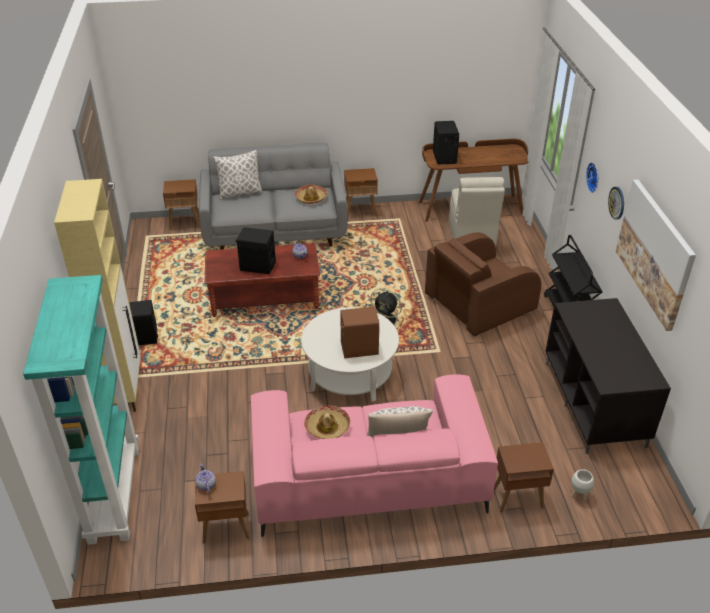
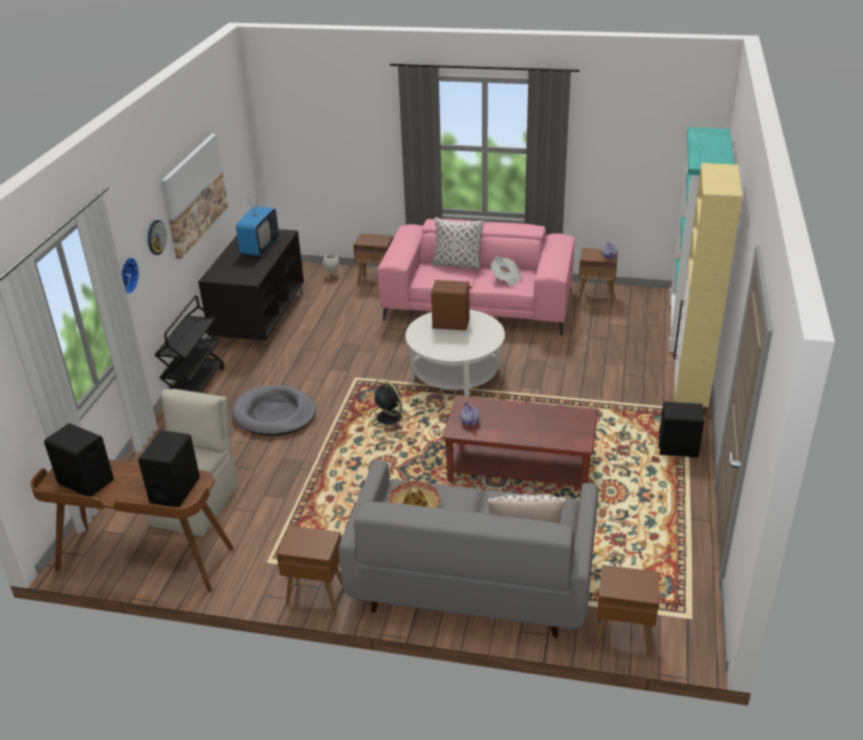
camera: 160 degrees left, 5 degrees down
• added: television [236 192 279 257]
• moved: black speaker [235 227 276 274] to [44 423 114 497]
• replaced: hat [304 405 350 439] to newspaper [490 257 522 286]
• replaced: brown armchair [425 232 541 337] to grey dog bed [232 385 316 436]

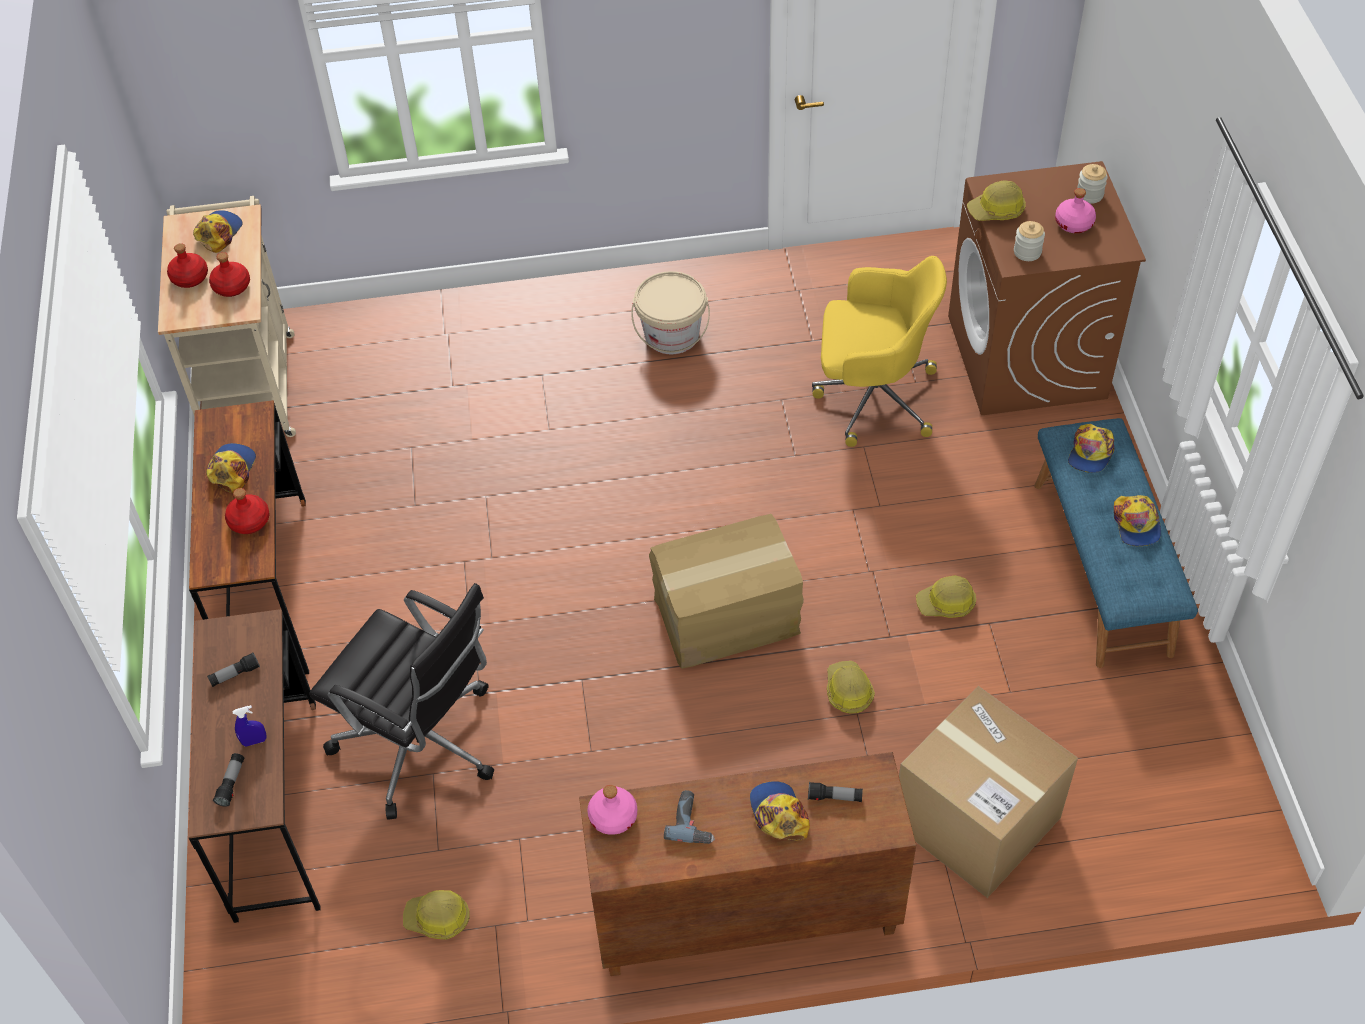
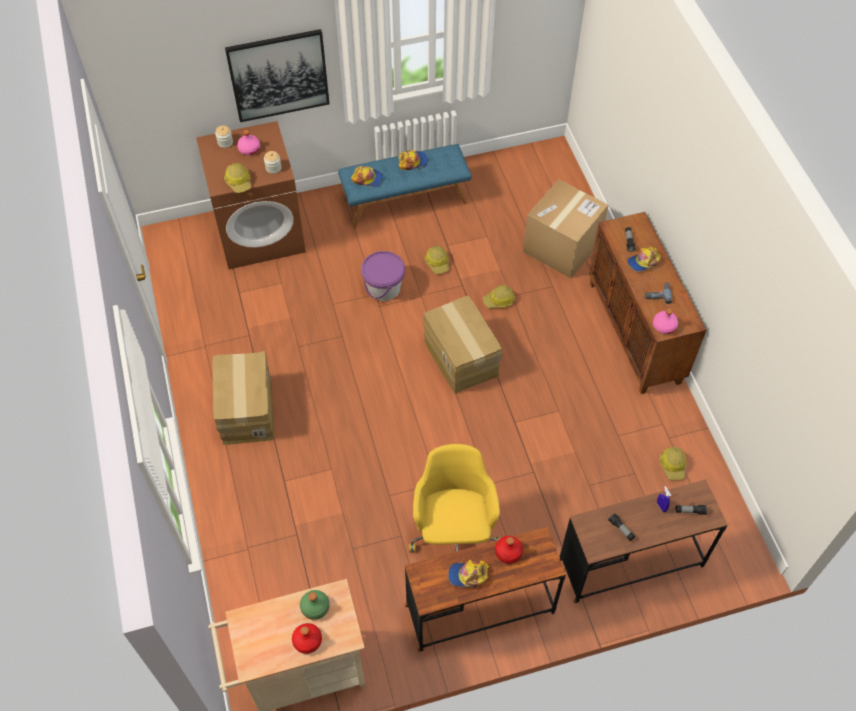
camera: 100 degrees left, 5 degrees up
• removed: cap [193 210 243 253]
• removed: black office chair [309 583 494 820]
• added: picture [225 29 330 122]
• added: purple bucket [361 251 405 301]
• moved: yellow office chair [812 256 947 447] to [409 444 500 552]
• replaced: beige bucket [631 271 710 355] to cardboard box [212 351 274 445]
• recoloured: red bottle [209 252 250 297] to green bottle [300 590 329 620]

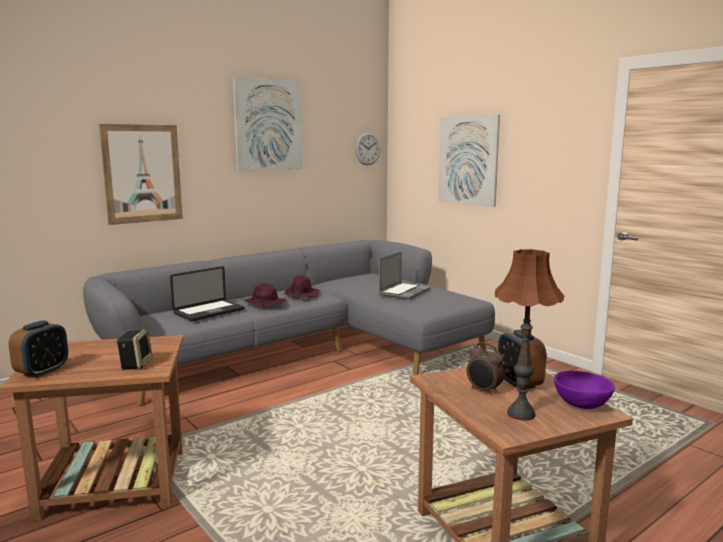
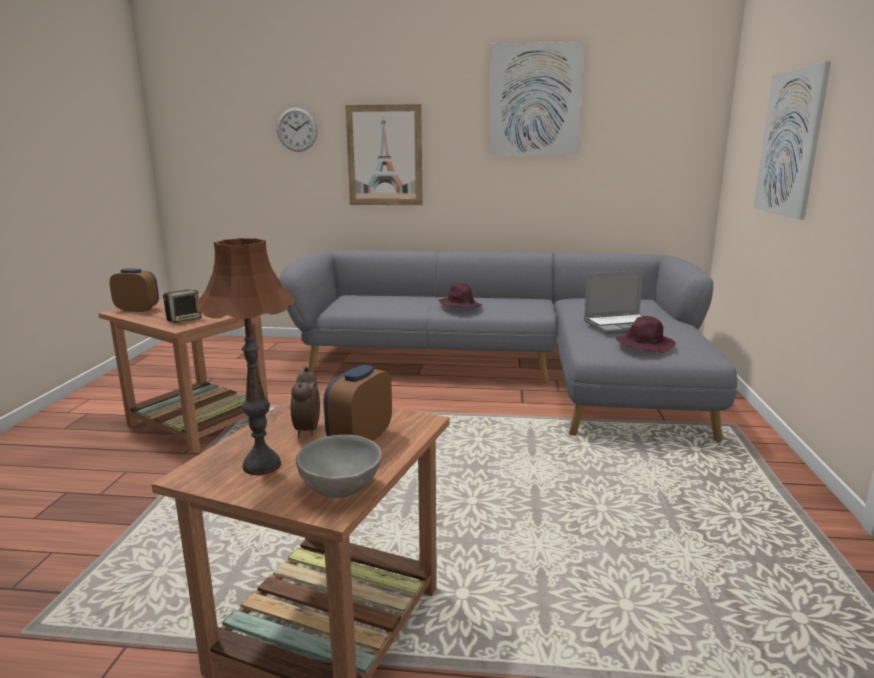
camera: 45 degrees right, 5 degrees up
• removed: laptop [170 266 245 321]
• moved: purple hat [284 276 320 297] to [616 316 676 353]
• moved: wall clock [355 132 380 165] to [277 108 317 152]
• recoloured: purple bowl [554 371 615 409] to grey bowl [296 435 382 498]
• turned: alarm clock [9 320 68 378] = [109 269 159 312] 150 degrees counterclockwise

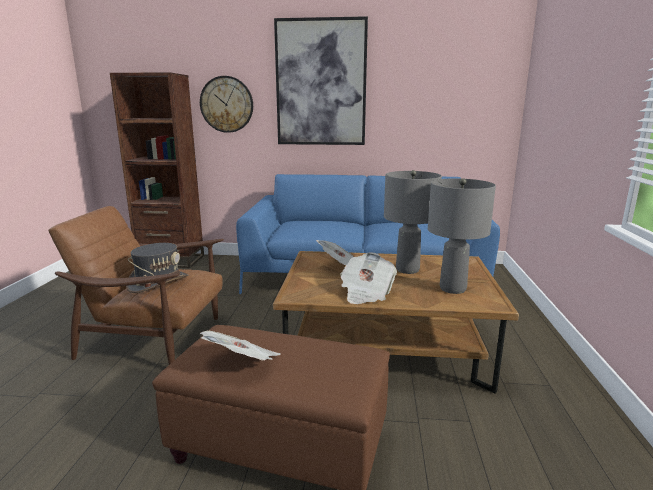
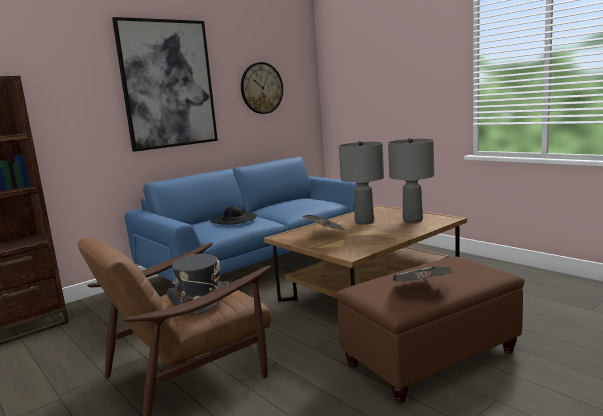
camera: 45 degrees left, 5 degrees down
• removed: newspaper [340 252 397 304]
• added: black hat [211 206 257 225]
• moved: wall clock [200 76 253 133] to [241 62 283 114]

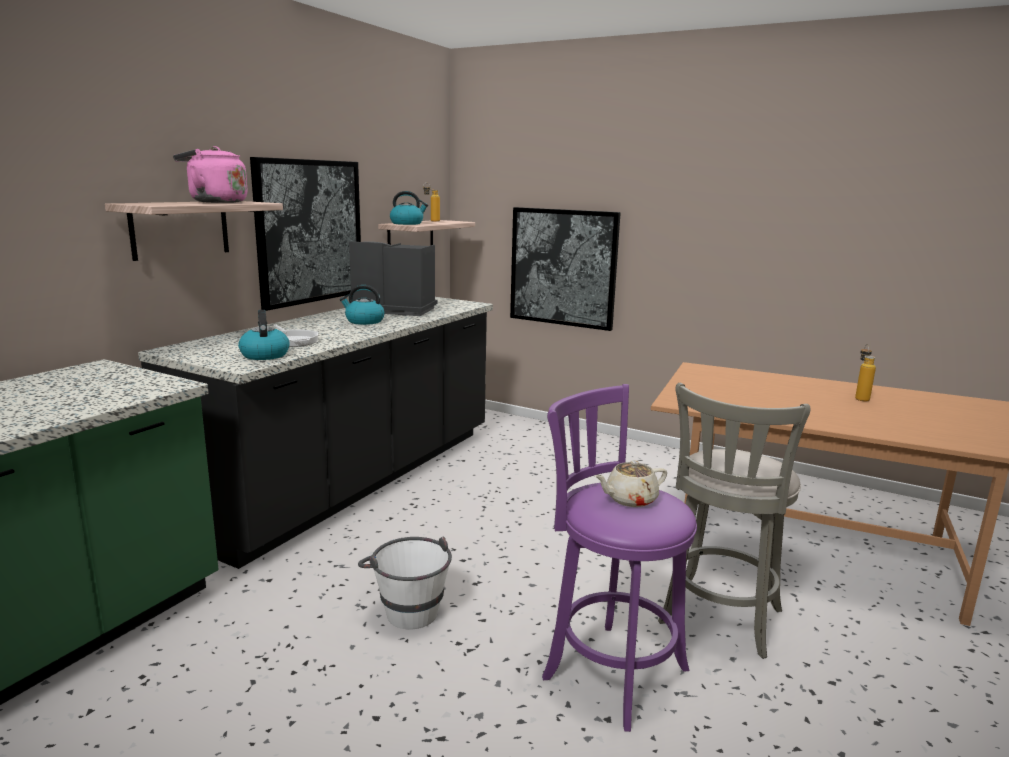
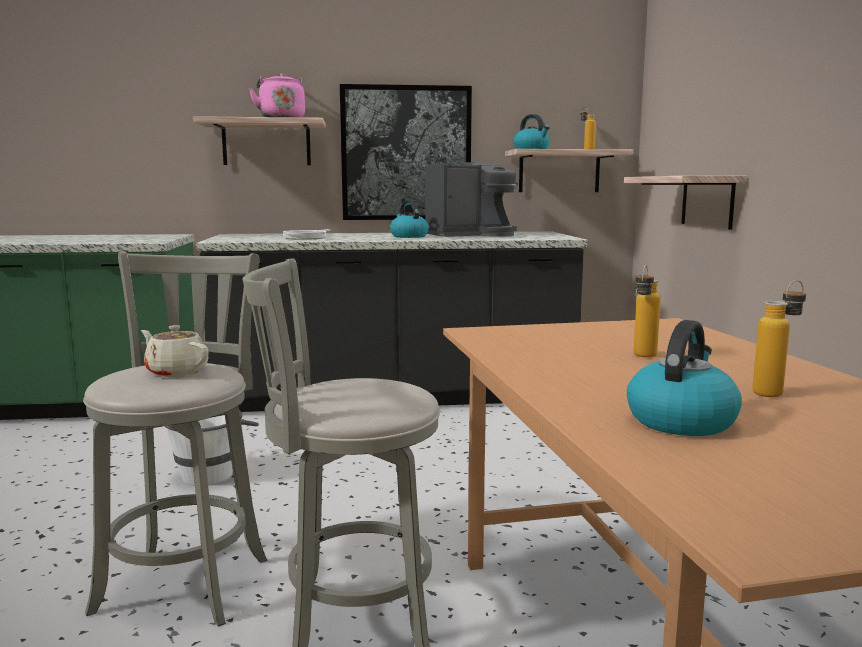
camera: 55 degrees right, 5 degrees down
• added: bottle [634 265 661 357]
• moved: kettle [238 310 290 360] to [627 320 742 436]
• replaced: picture [510 207 621 331] to shelf [624 176 747 230]
• recoloured: purple stool [542 384 697 732] to grey stool [83 252 267 626]
• turned: coffee machine [349 241 437 316] = [425 162 518 237] 90 degrees clockwise

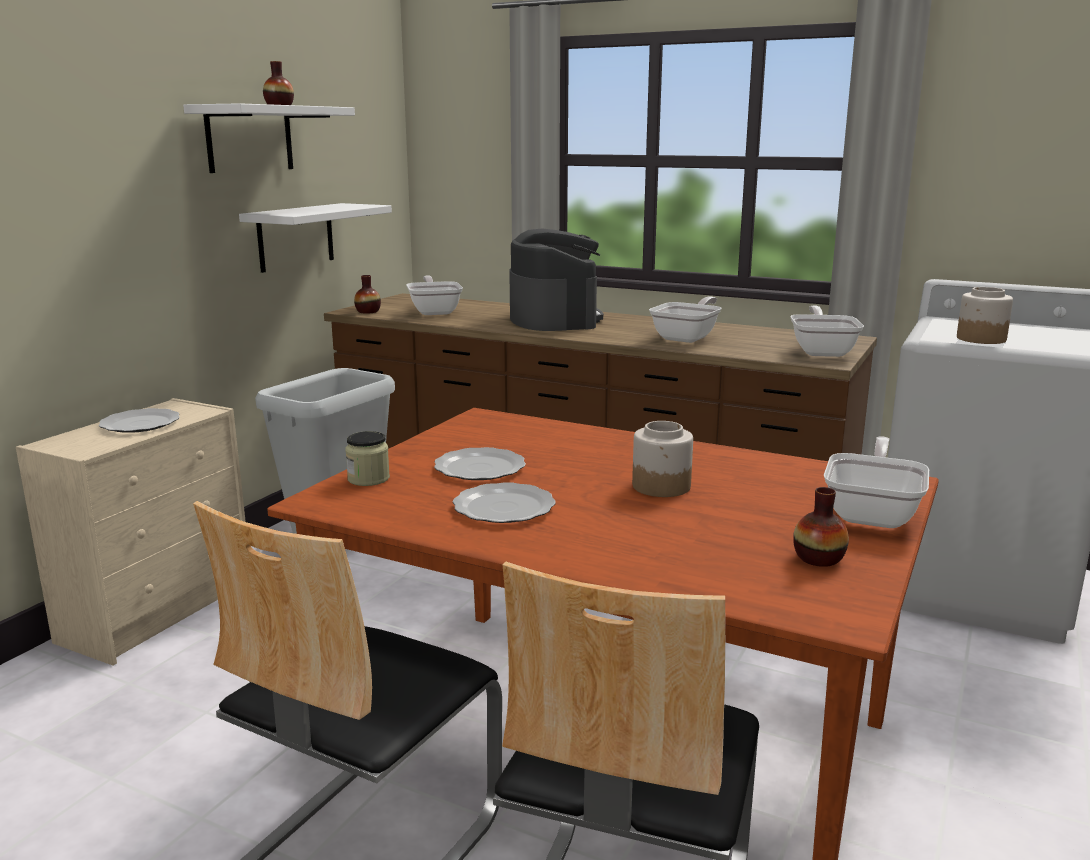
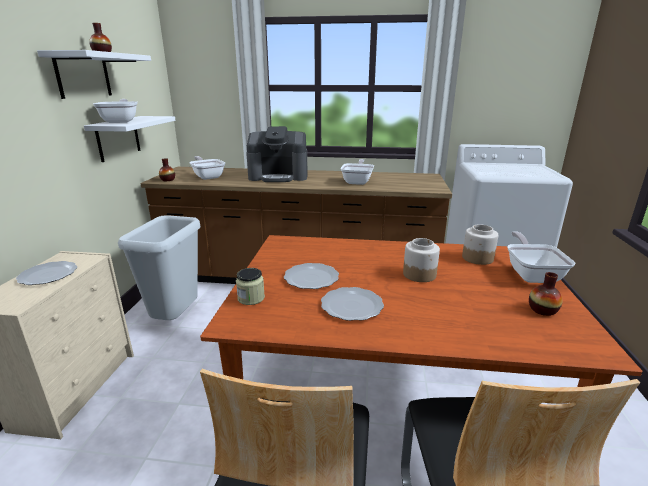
camera: 20 degrees left, 5 degrees up
• moved: frying pan [791 306 864 357] to [93 99 138 123]
• moved: jar [957 287 1013 344] to [462 224 498 265]
• turned: coffee machine [509 229 603 331] = [246 126 308 182] 120 degrees clockwise

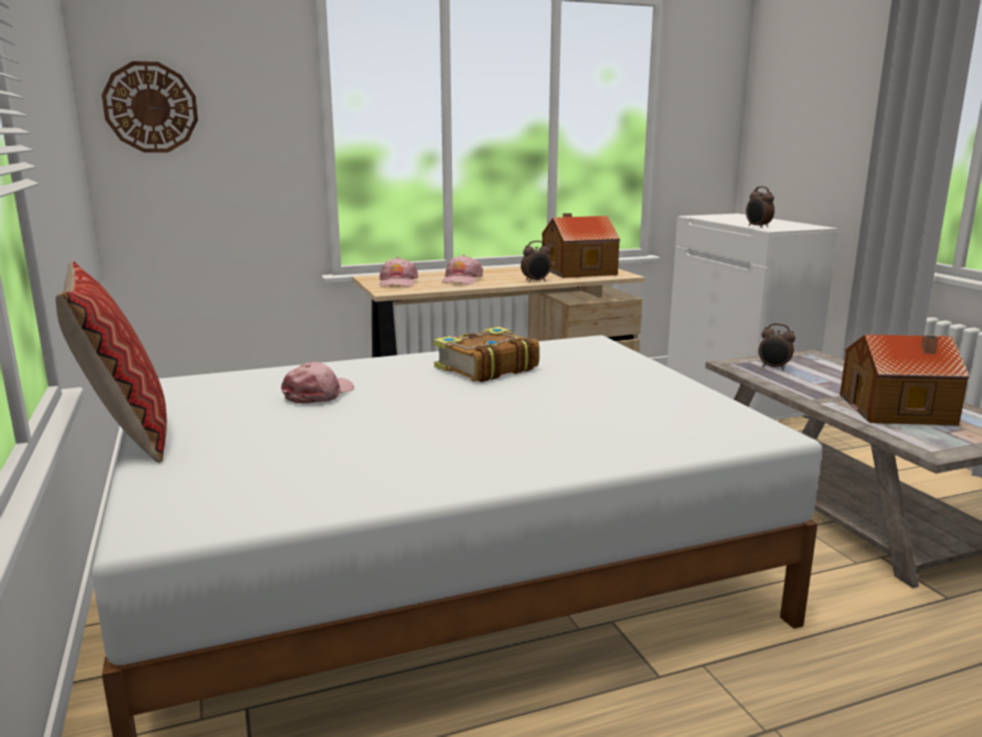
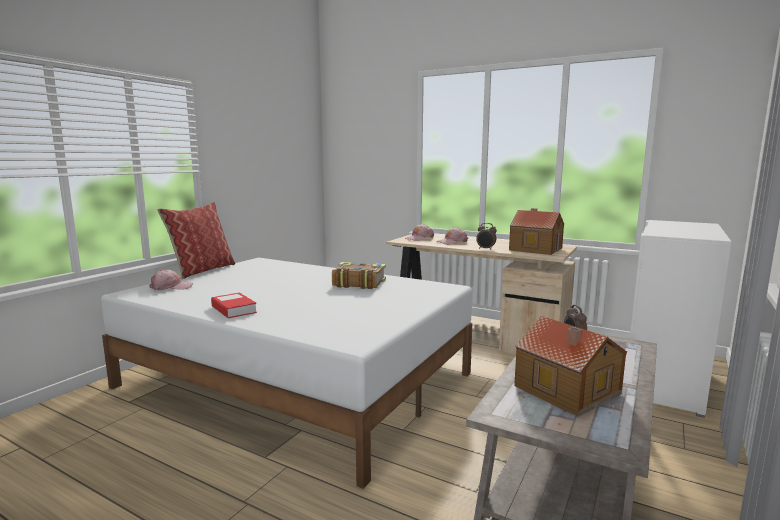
camera: 50 degrees right, 5 degrees down
• removed: wall clock [102 61 198 153]
• removed: alarm clock [746 186 775 228]
• added: book [211 292 257 318]
• moved: pink cap [281 362 354 404] to [149 270 194 290]

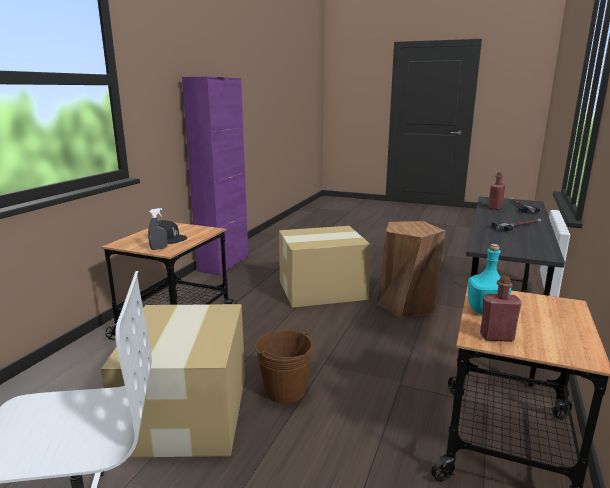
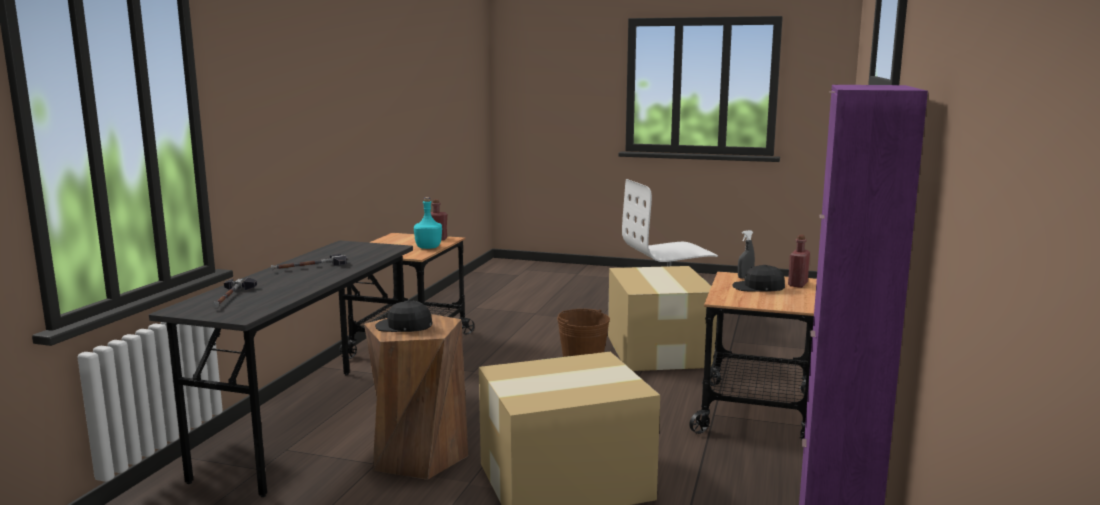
camera: 175 degrees right, 5 degrees down
• added: black cap [375 301 432 332]
• moved: red bottle [488 172 505 210] to [788 234 810 288]

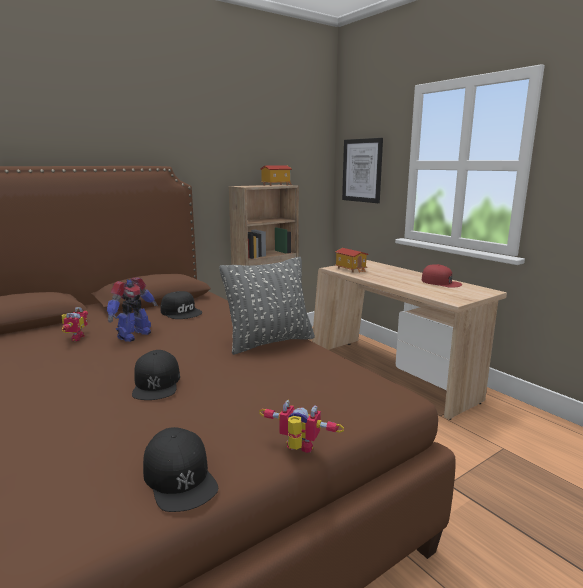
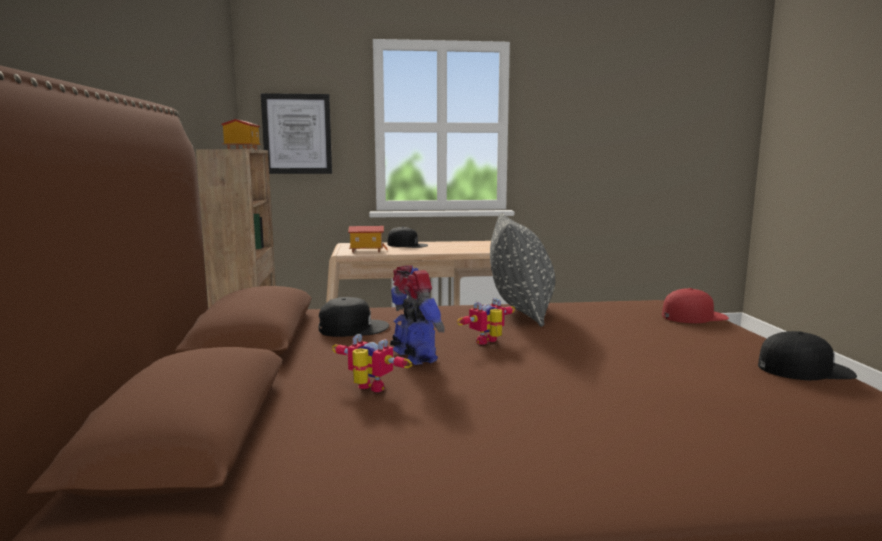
camera: 60 degrees left, 5 degrees down
• moved: black cap [132 350 180 400] to [388 226 428 248]
• moved: toy robot [259 400 344 453] to [457 298 515 345]
• moved: red cap [422 264 462 288] to [662 288 729 323]

